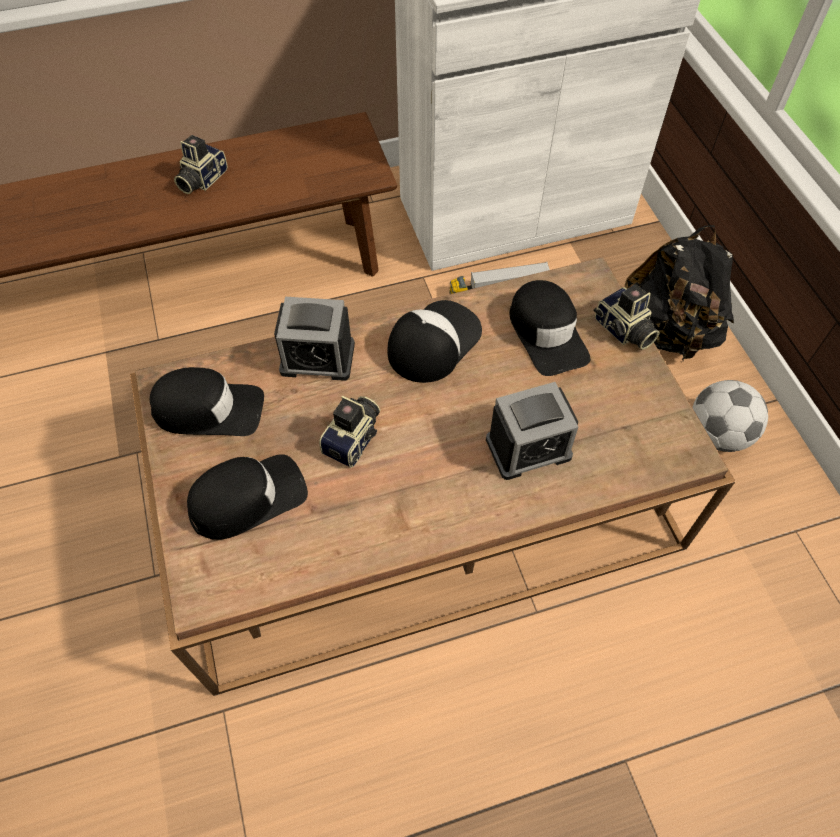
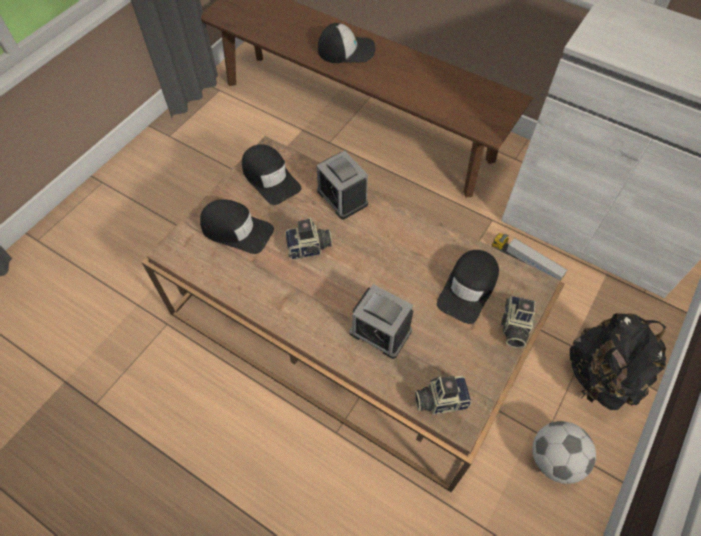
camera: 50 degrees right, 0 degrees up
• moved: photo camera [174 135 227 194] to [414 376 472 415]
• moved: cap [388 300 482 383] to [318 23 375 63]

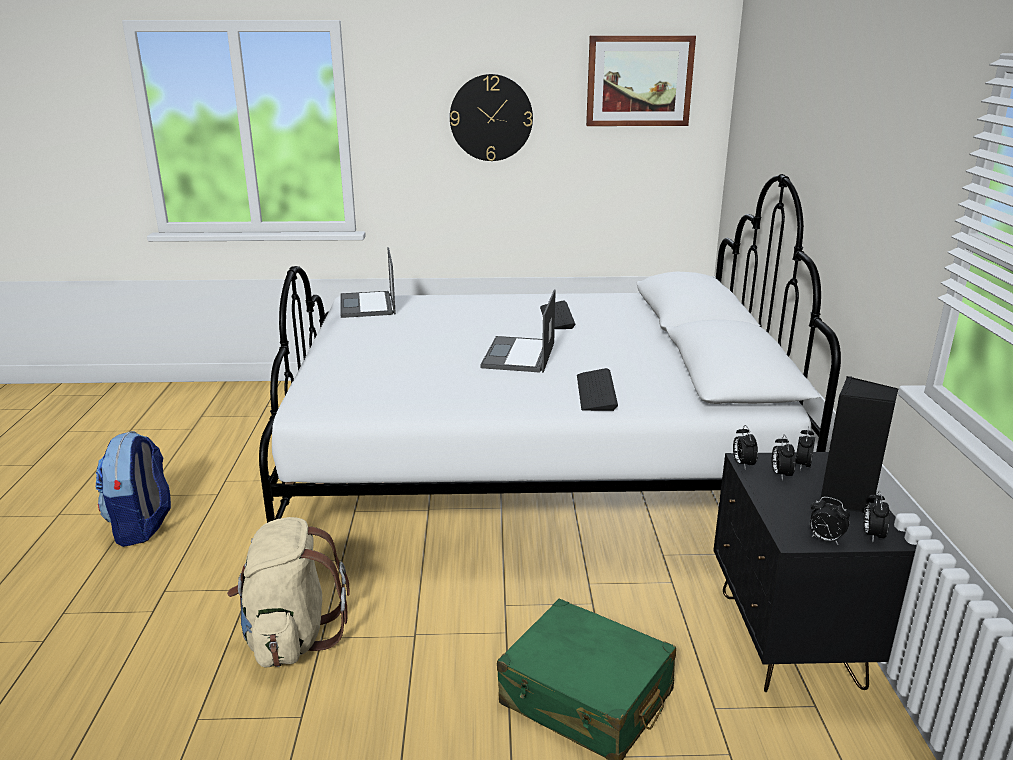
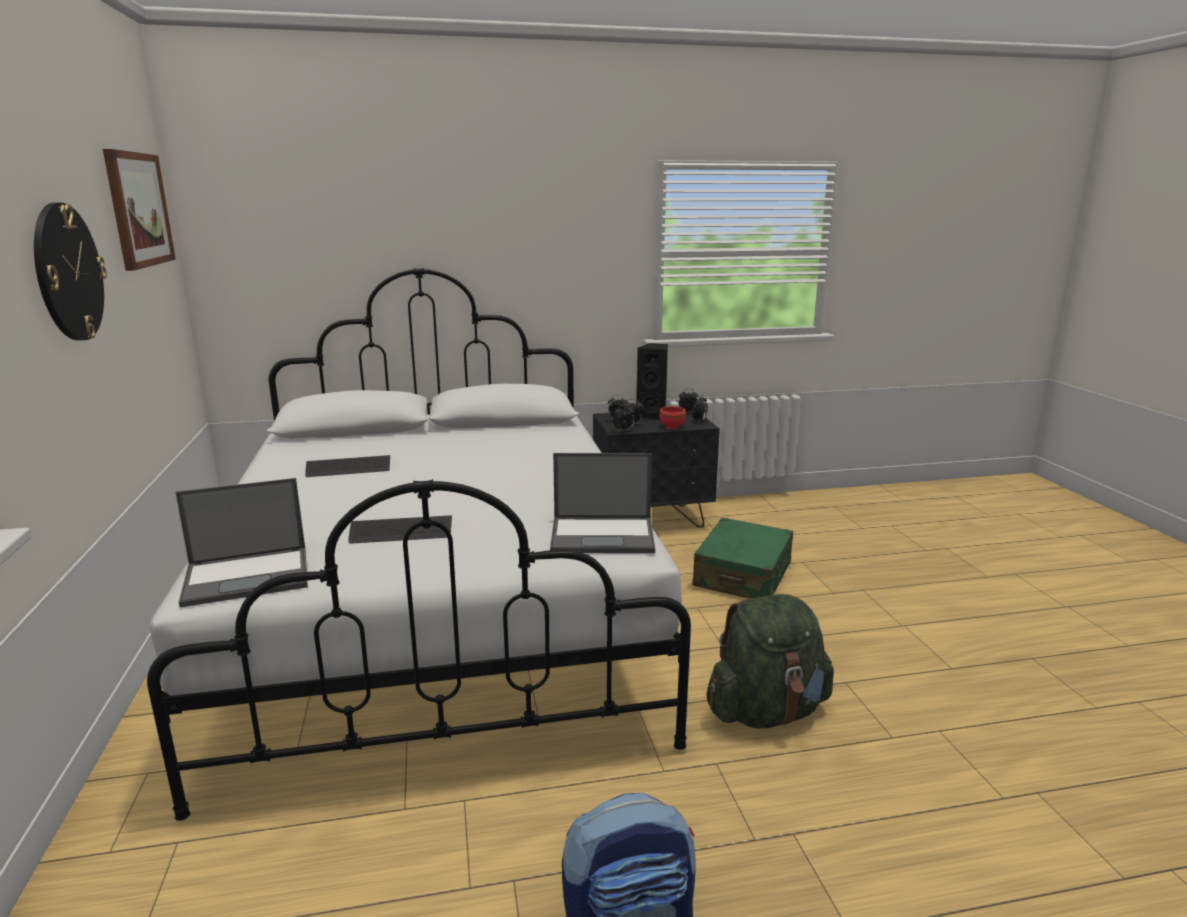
camera: 100 degrees left, 5 degrees down
• added: red bowl [659 406 686 429]
• moved: laptop [480 289 556 373] to [550 453 655 553]
• moved: keyboard [577 368 618 411] to [348 515 452 544]
• recoloured: beige backpack [227 517 350 668] to green backpack [706 594 834 728]

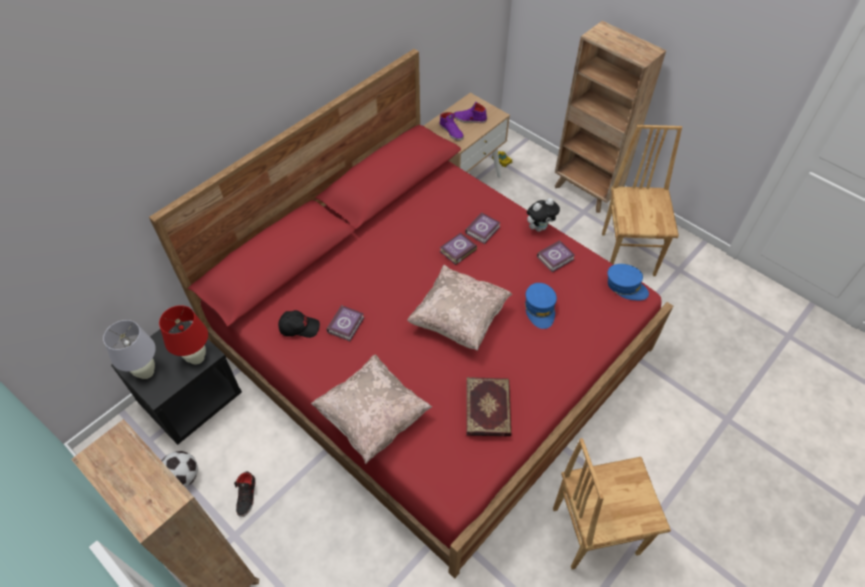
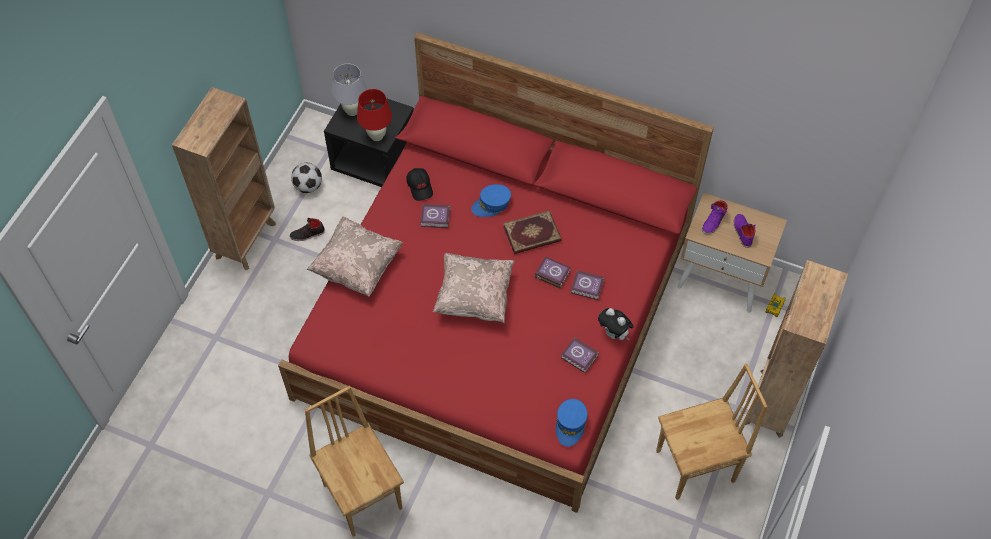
camera: 70 degrees right, 5 degrees up
• moved: book [467 377 511 437] to [503 210 562 254]
• moved: blue cap [525 283 557 329] to [471 184 511 217]

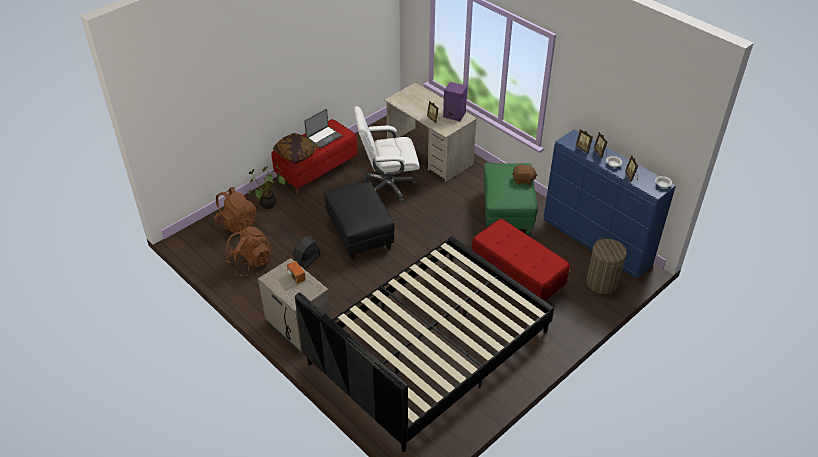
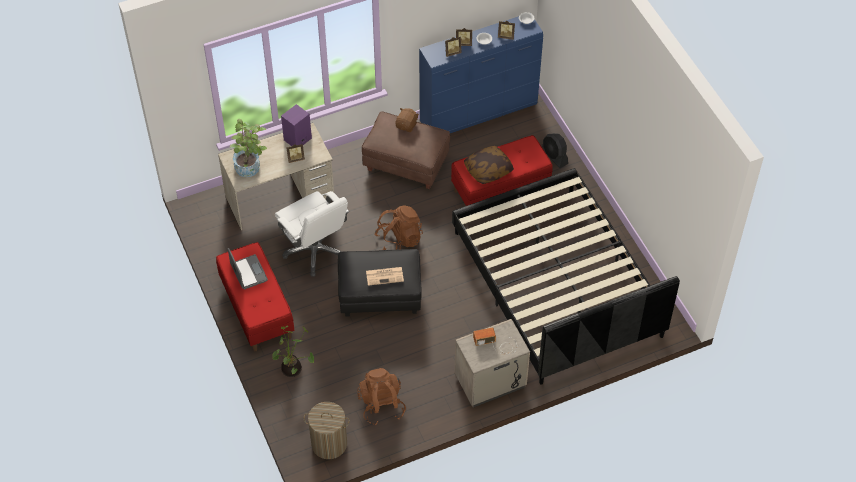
camera: 70 degrees left, 10 degrees up
• added: potted plant [230 119 267 177]
• added: newspaper [366 267 404 286]
• moved: brown backpack [214 187 256 233] to [375 205 423 250]
• moved: pillow [273 133 318 163] to [464 146 514 184]
• moved: black fan [293 236 320 269] to [542 133 568 168]
• moved: laundry basket [586 238 627 294] to [304 402 350 459]
• recoloured: green ottoman [483 163 537 234] to brown ottoman [362 111 450 189]
• turned: white office chair [354 106 420 202] = [275 191 349 277] 45 degrees counterclockwise

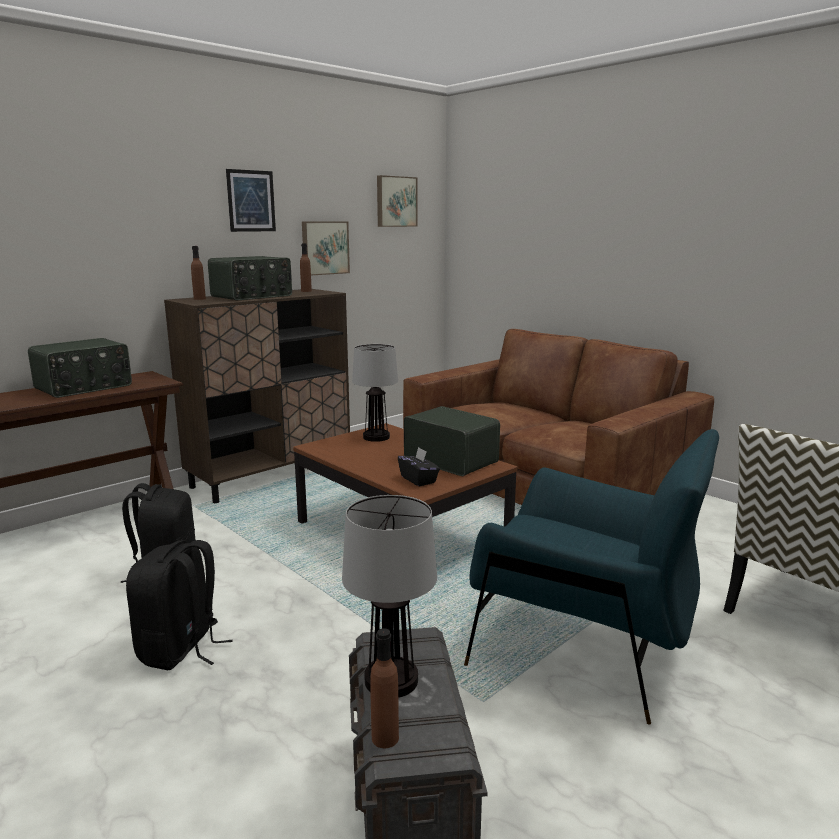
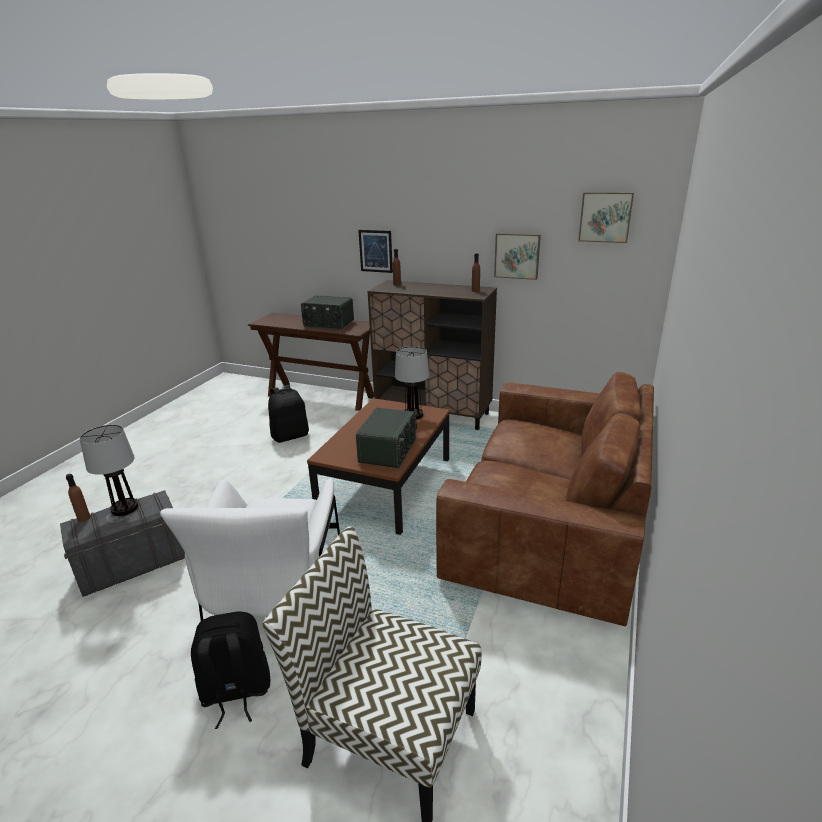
camera: 65 degrees right, 10 degrees up
• removed: radio [208 256 292 300]
• removed: black tissue box [398 447 440 487]
• moved: black backpack [126 540 233 670] to [191 611 270 729]
• moved: picture [226 169 276 232] to [358 230 393 273]
• recoloured: blue armchair [464 429 719 724] to white armchair [160 479 340 621]

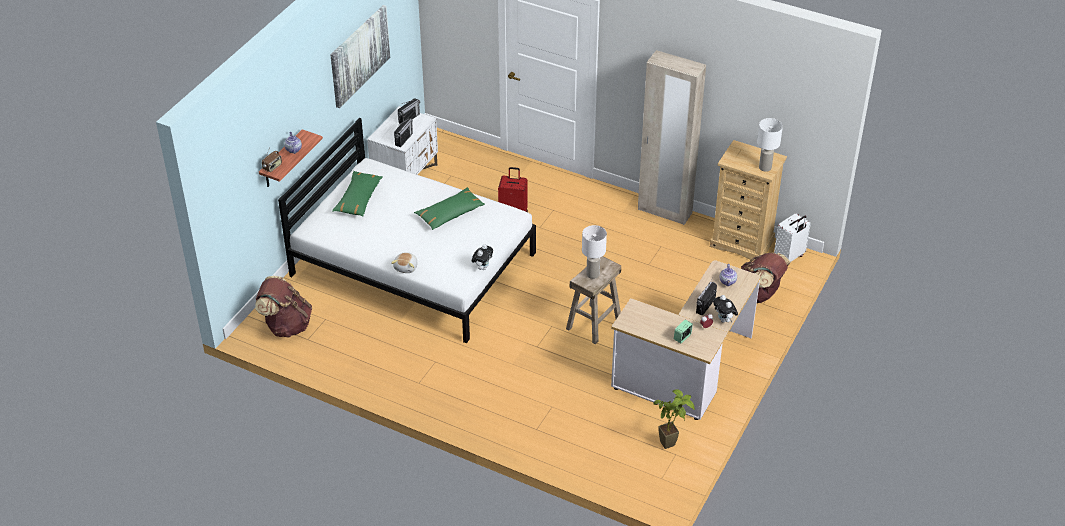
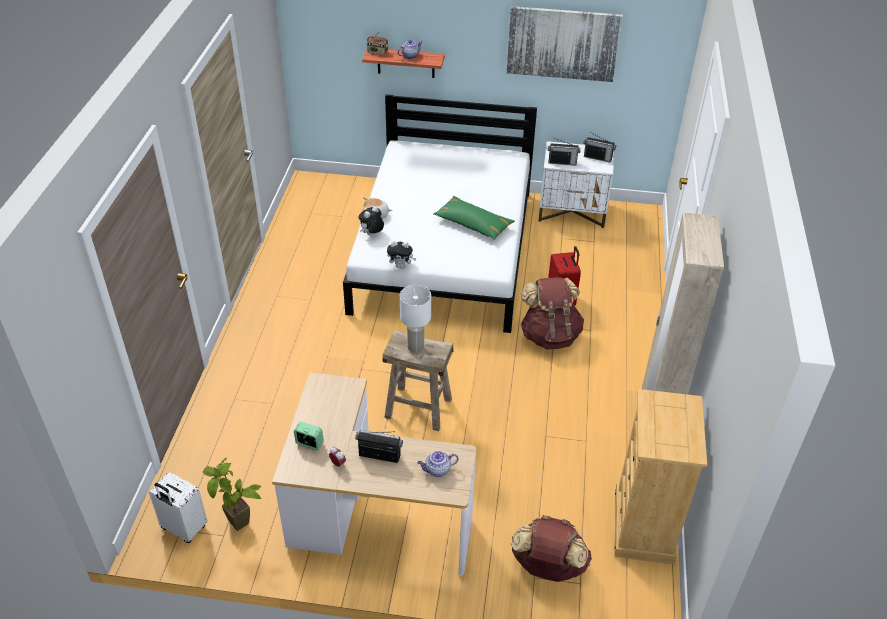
camera: 70 degrees right, 0 degrees up
• removed: green pillow [332 171 383 216]
• removed: white table lamp [757 118 783 172]
• moved: brown backpack [255 276 312 338] to [520 277 584 349]
• moved: plush toy [713 295 738 323] to [359 206 384 235]
• moved: white suitcase [774 213 811 266] to [149 472 208 543]

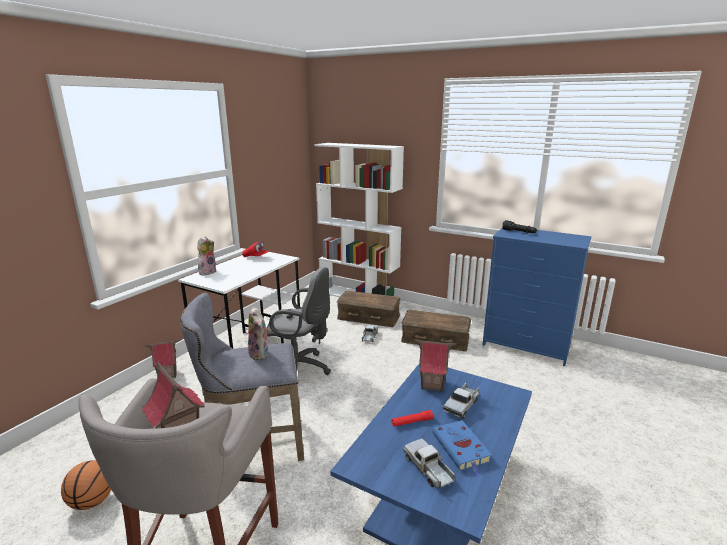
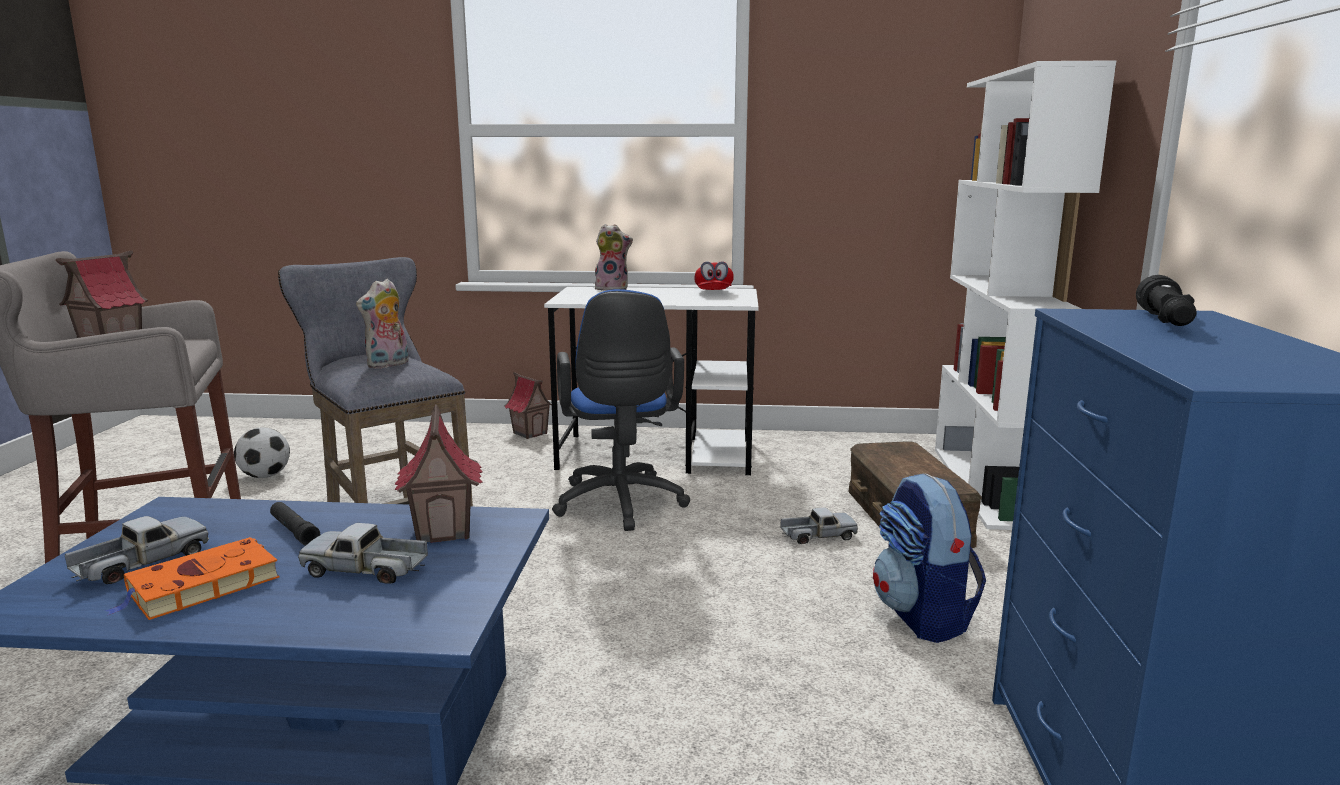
camera: 65 degrees right, 5 degrees down
• replaced: basketball [61 460 111 510] to football [234 427 290 478]
• replaced: brown storage box [401 310 471 351] to backpack [873 473 986 643]
• recoloured: grey office chair [266 267 331 375] to blue office chair [552 289 690 531]
• recoloured: red flashlight [391 410 433 427] to black flashlight [270 502 320 546]
• recoloured: blue book [432 420 492 477] to orange book [106 537 280 620]

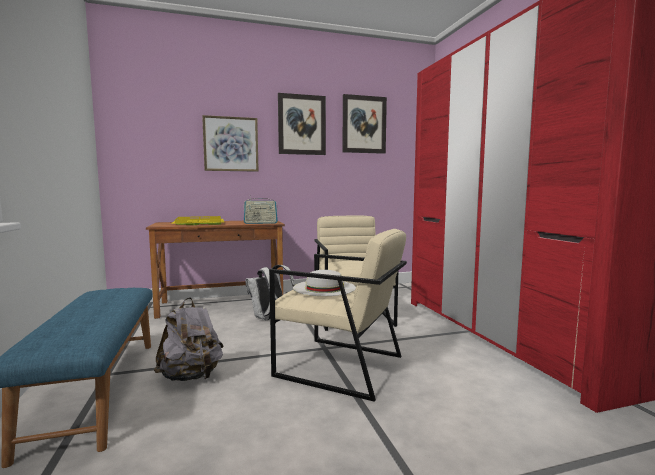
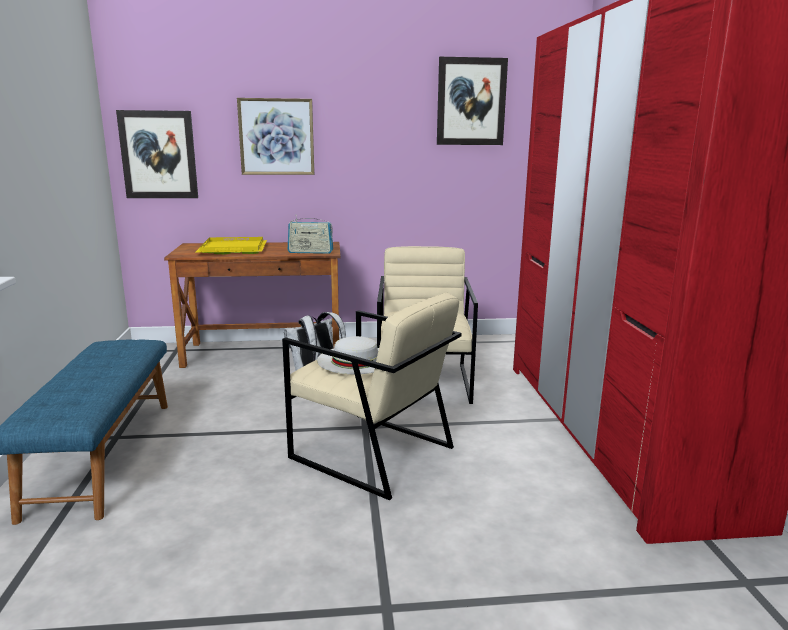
camera: 10 degrees right, 10 degrees up
• removed: grey backpack [154 297 224 381]
• moved: picture [278 93 326 155] to [116 110 198 198]

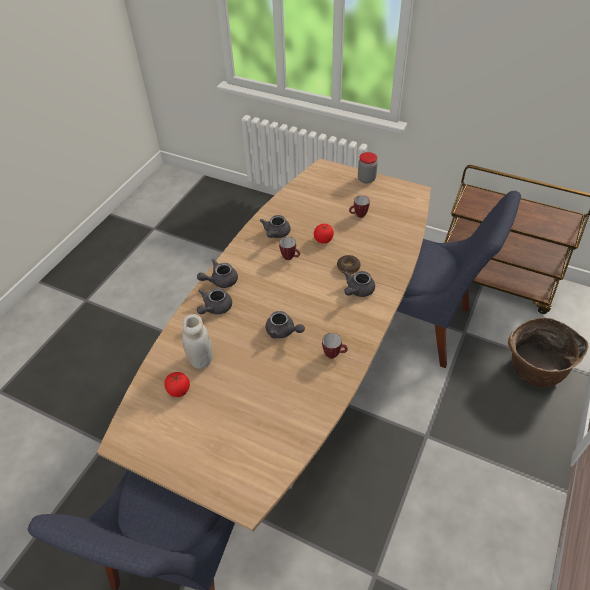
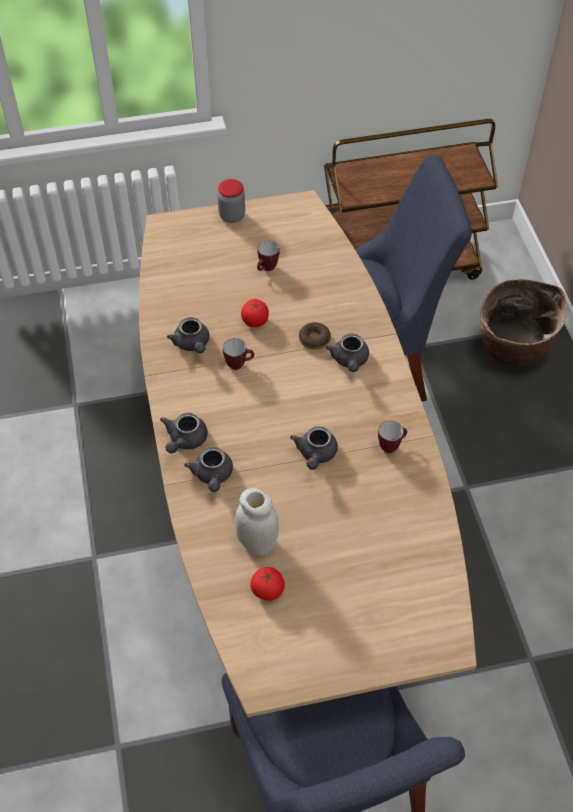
camera: 40 degrees left, 5 degrees up
• turned: grey teapot [266 311 305 338] = [290 426 338 470] 105 degrees clockwise

